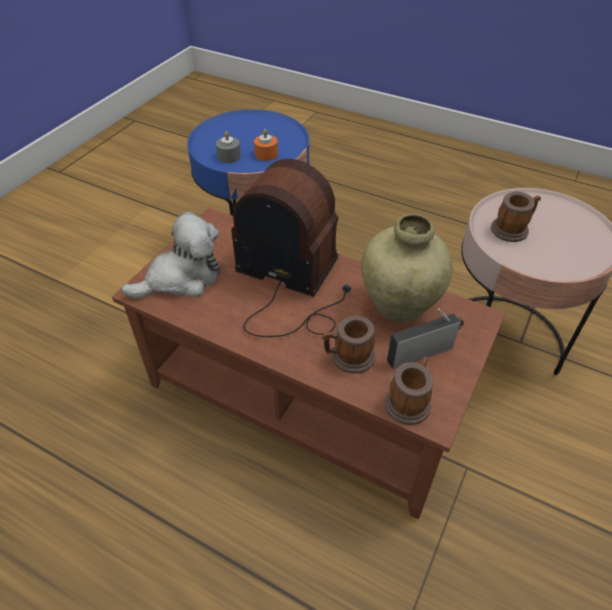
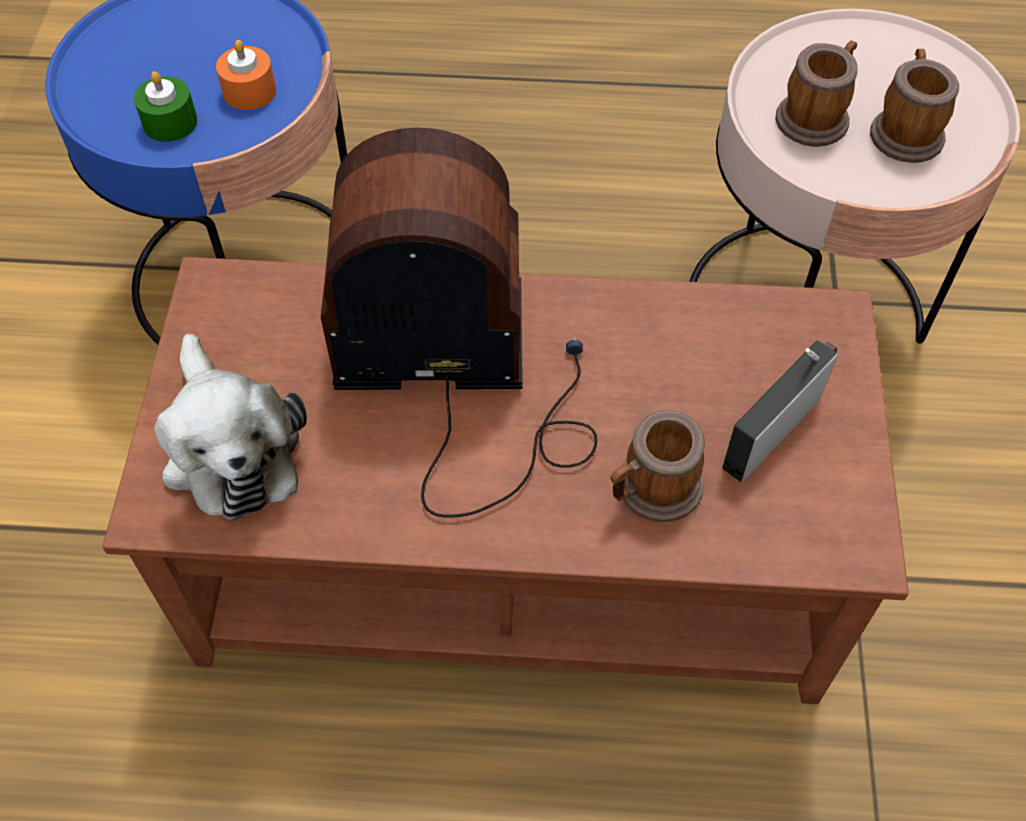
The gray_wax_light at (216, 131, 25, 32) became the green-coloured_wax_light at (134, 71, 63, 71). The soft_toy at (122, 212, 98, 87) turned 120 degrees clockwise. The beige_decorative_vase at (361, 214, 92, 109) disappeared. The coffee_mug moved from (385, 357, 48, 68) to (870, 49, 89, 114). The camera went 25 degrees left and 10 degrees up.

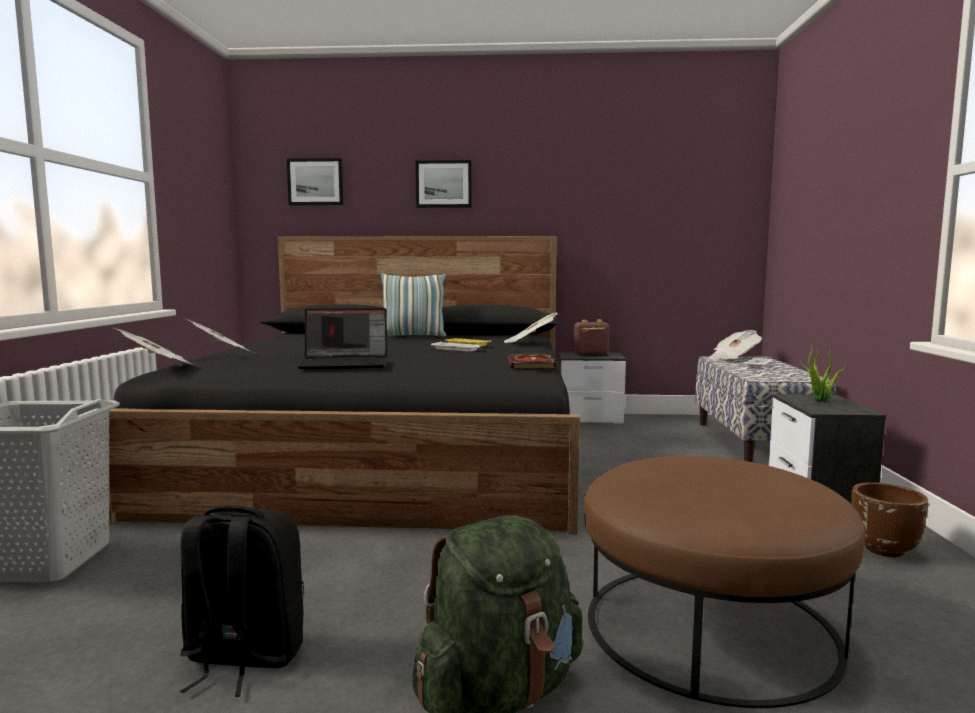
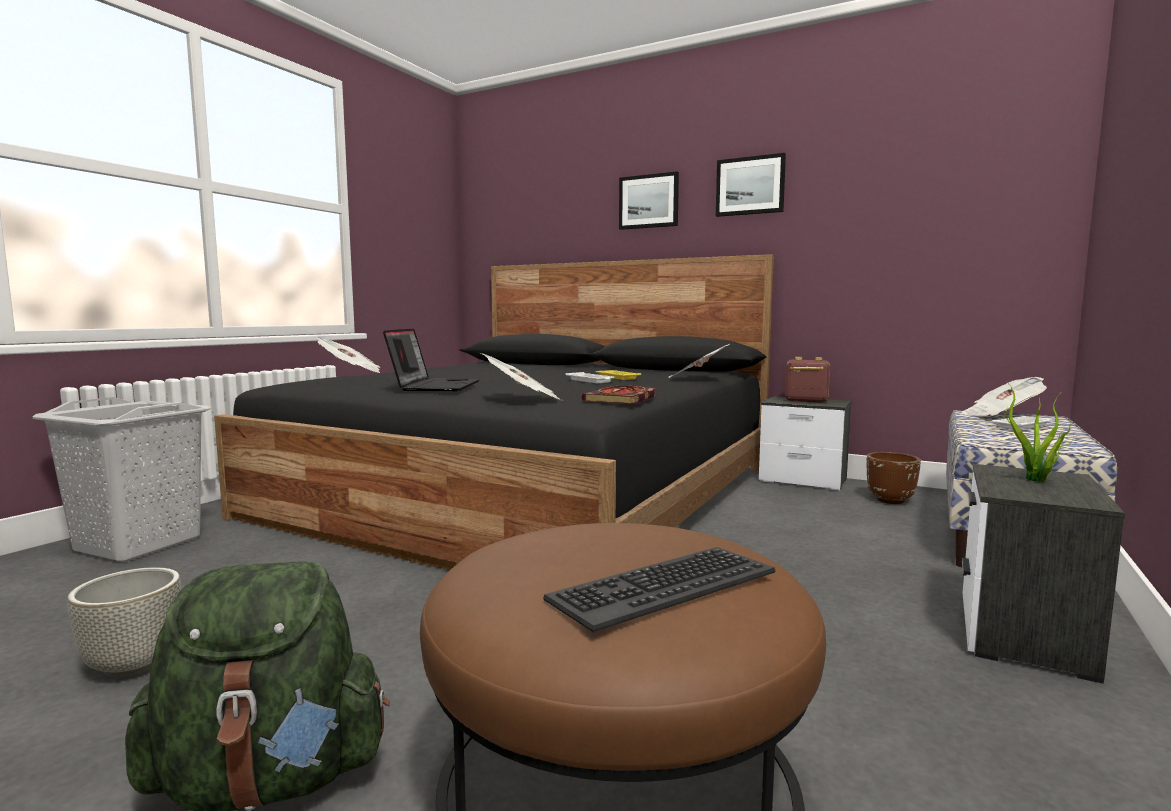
The wall_art moved from (287, 158, 57, 47) to (716, 153, 70, 64). The pillow at (381, 273, 65, 64) disappeared. The portable_computer at (297, 308, 90, 61) turned 105 degrees counterclockwise. The newspaper moved from (114, 328, 81, 37) to (481, 353, 83, 48). The brown-coloured_plant_pot moved from (851, 482, 77, 75) to (867, 452, 54, 52). The black_rucksack at (180, 505, 124, 192) was replaced by the gray_plant_pot at (67, 567, 114, 110). The PC_keyboard at (543, 547, 232, 85) appeared. The camera went 25 degrees right and 0 degrees up.

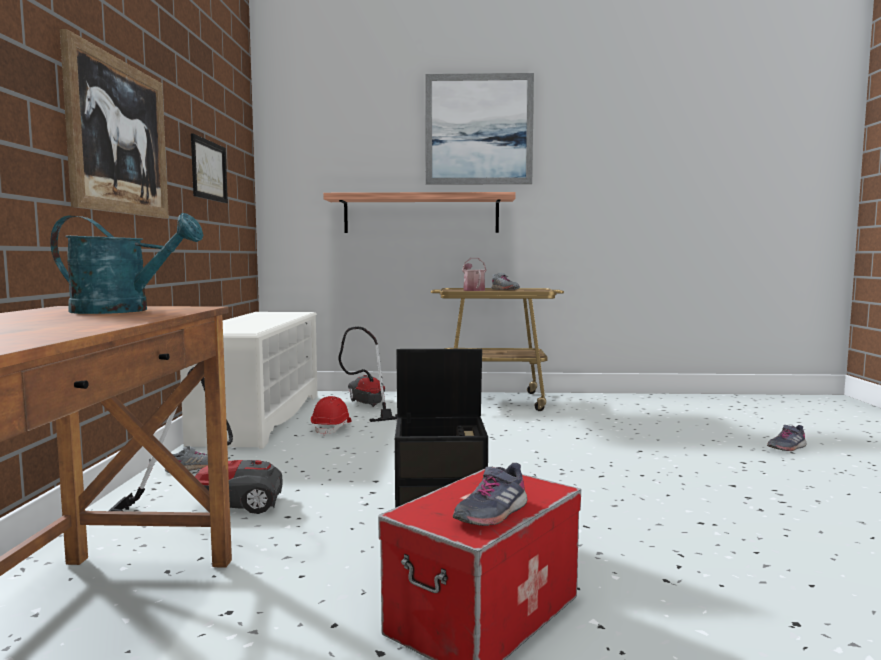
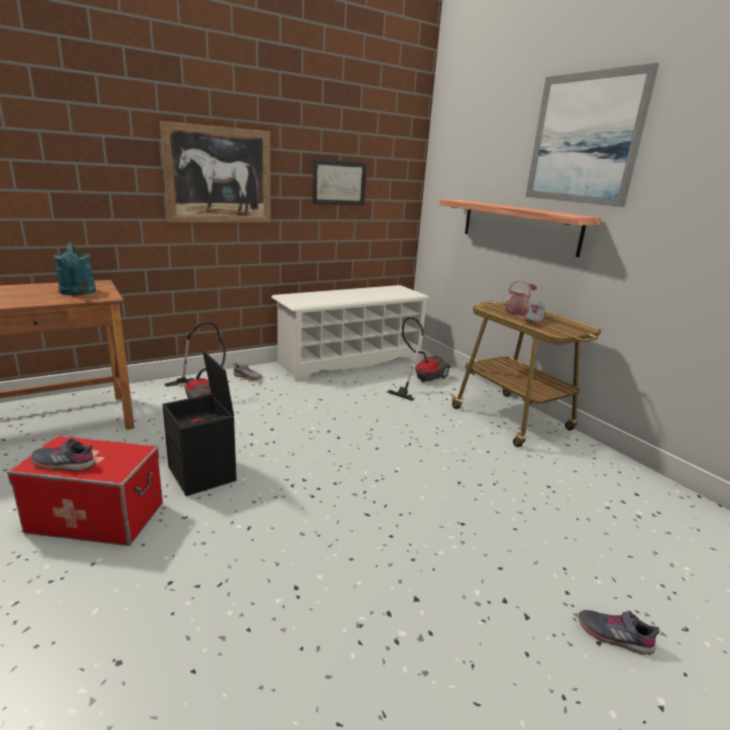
The red-coloured_hard_hat at (311, 396, 41, 40) disappeared. The camera went 55 degrees right and 15 degrees up.

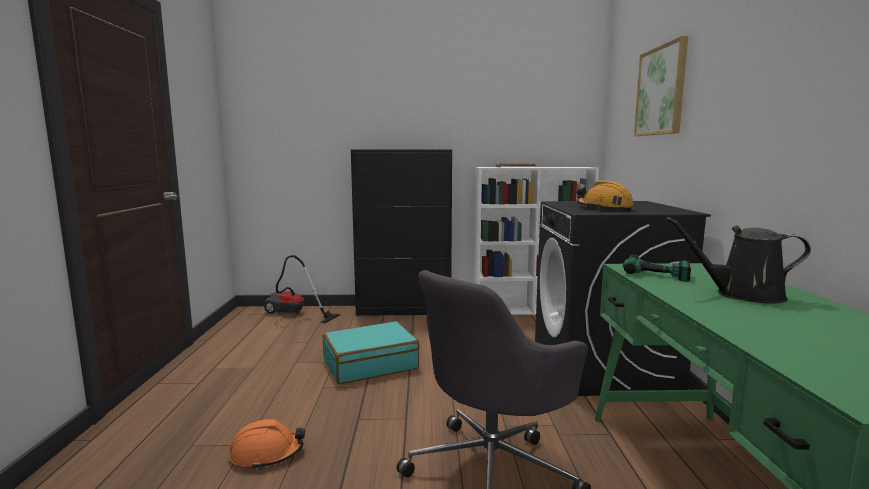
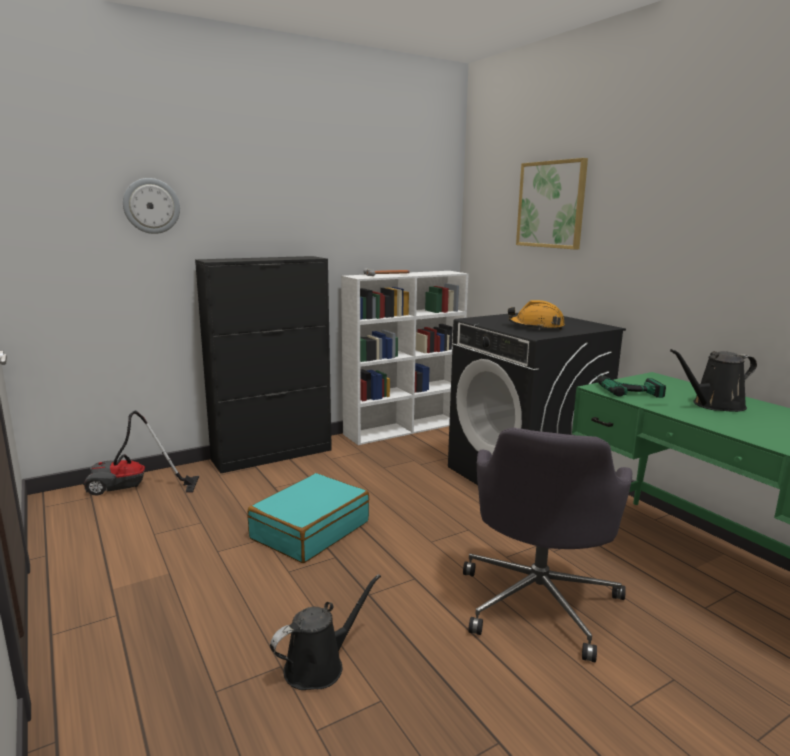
The orange_hard_hat at (229, 419, 76, 51) was replaced by the black_watering_can at (270, 574, 111, 116). The hanging_clock at (123, 178, 57, 56) appeared. The camera went 30 degrees left and 5 degrees up.

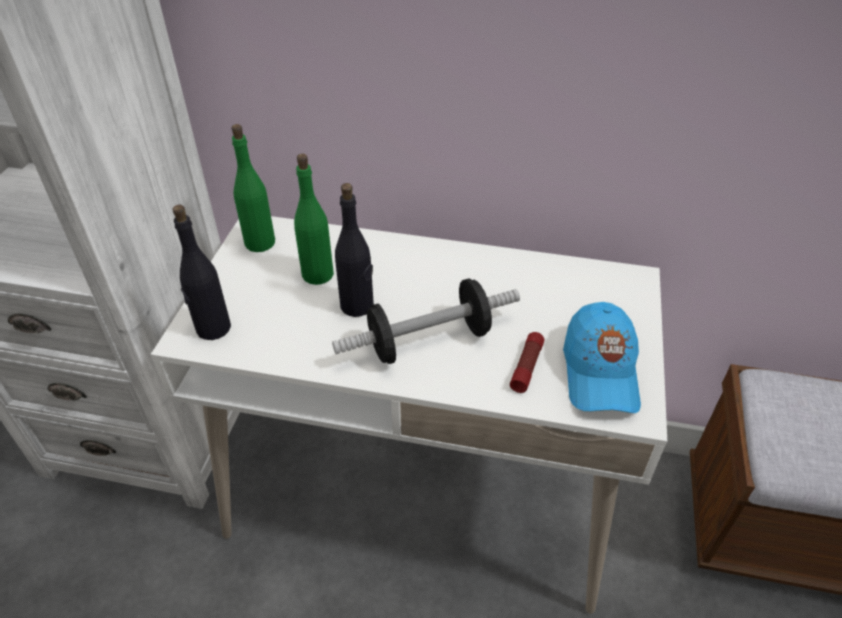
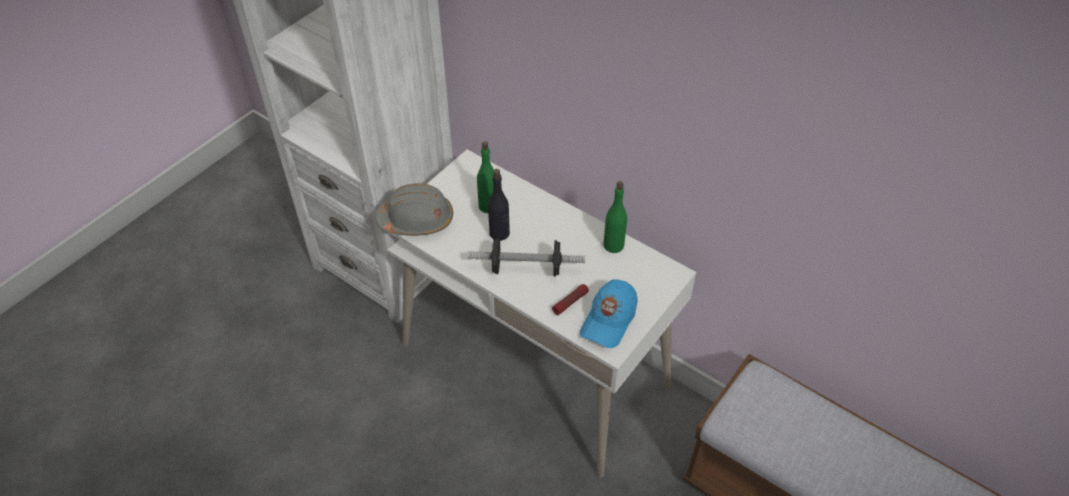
The green-coloured_bottle moved from (231, 124, 44, 128) to (603, 181, 24, 72). The black_bottle at (172, 205, 59, 135) was replaced by the gray_hard_hat at (375, 183, 78, 53). The camera went 25 degrees right and 5 degrees up.

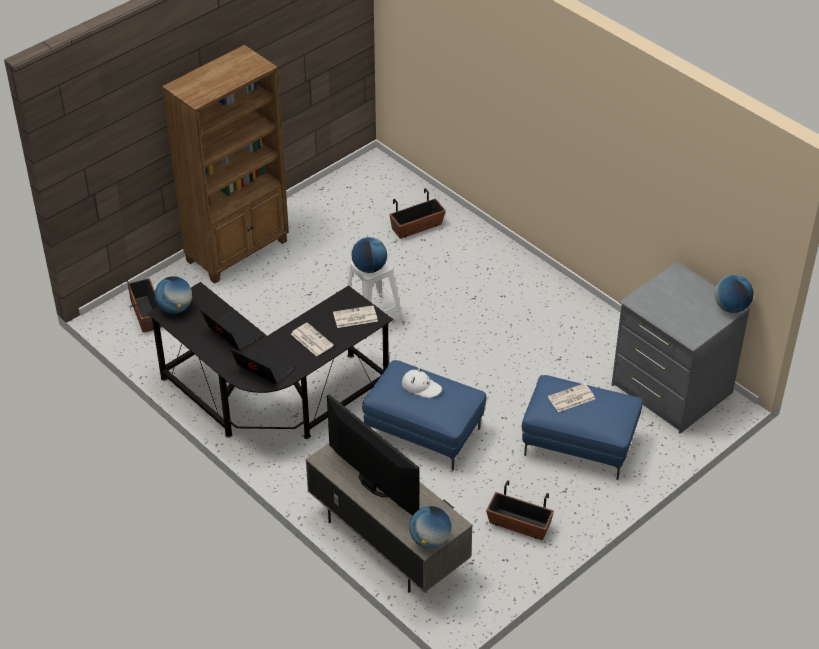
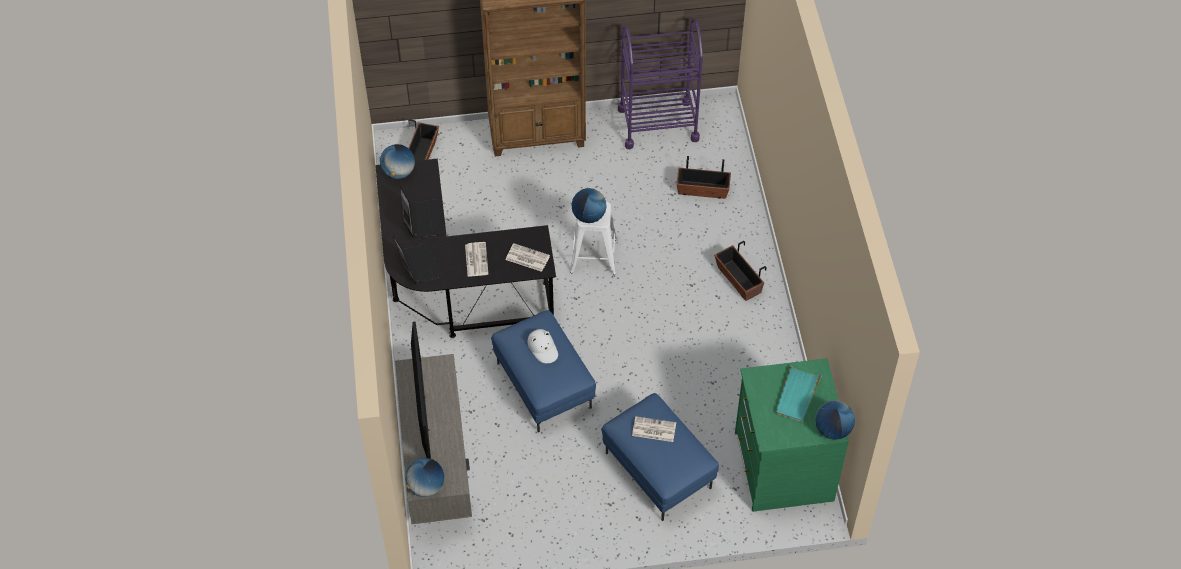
The gray_dresser at (611, 262, 139, 172) became the green-coloured_dresser at (735, 358, 114, 154). The plant_pot moved from (486, 480, 68, 60) to (714, 241, 53, 60). The purplish_wheeled_cart at (618, 18, 85, 131) appeared. The turquoise_carrying_tray at (776, 365, 46, 57) appeared. The camera went 35 degrees right and 10 degrees up.

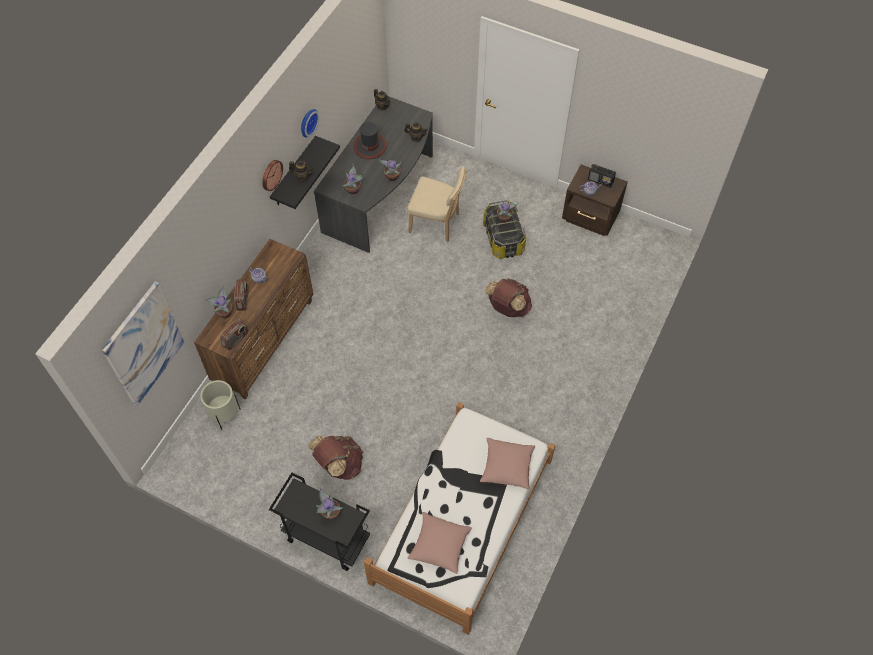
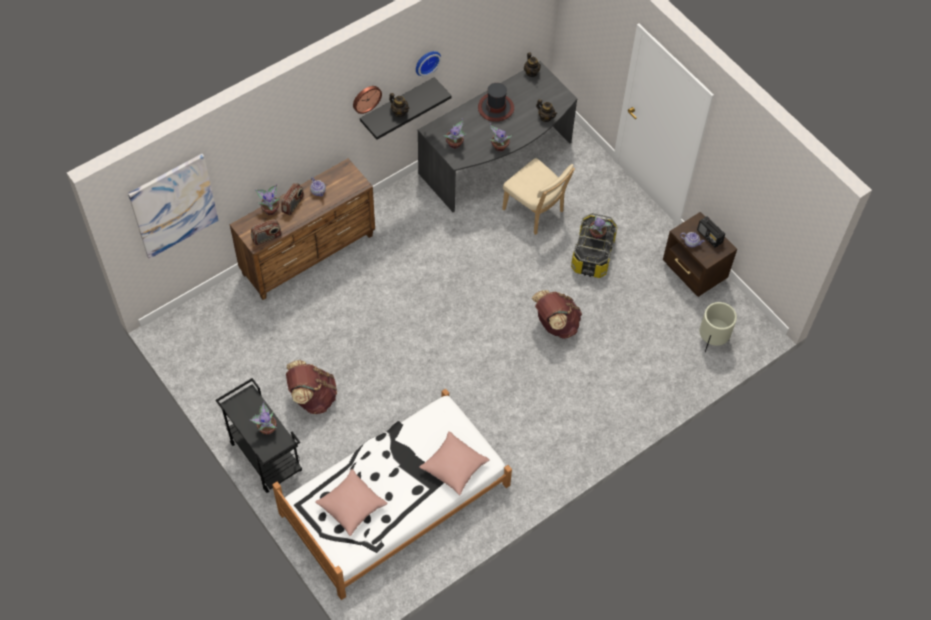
The beige_plant_pot moved from (200, 380, 41, 50) to (699, 302, 38, 50). The camera went 25 degrees right and 0 degrees up.

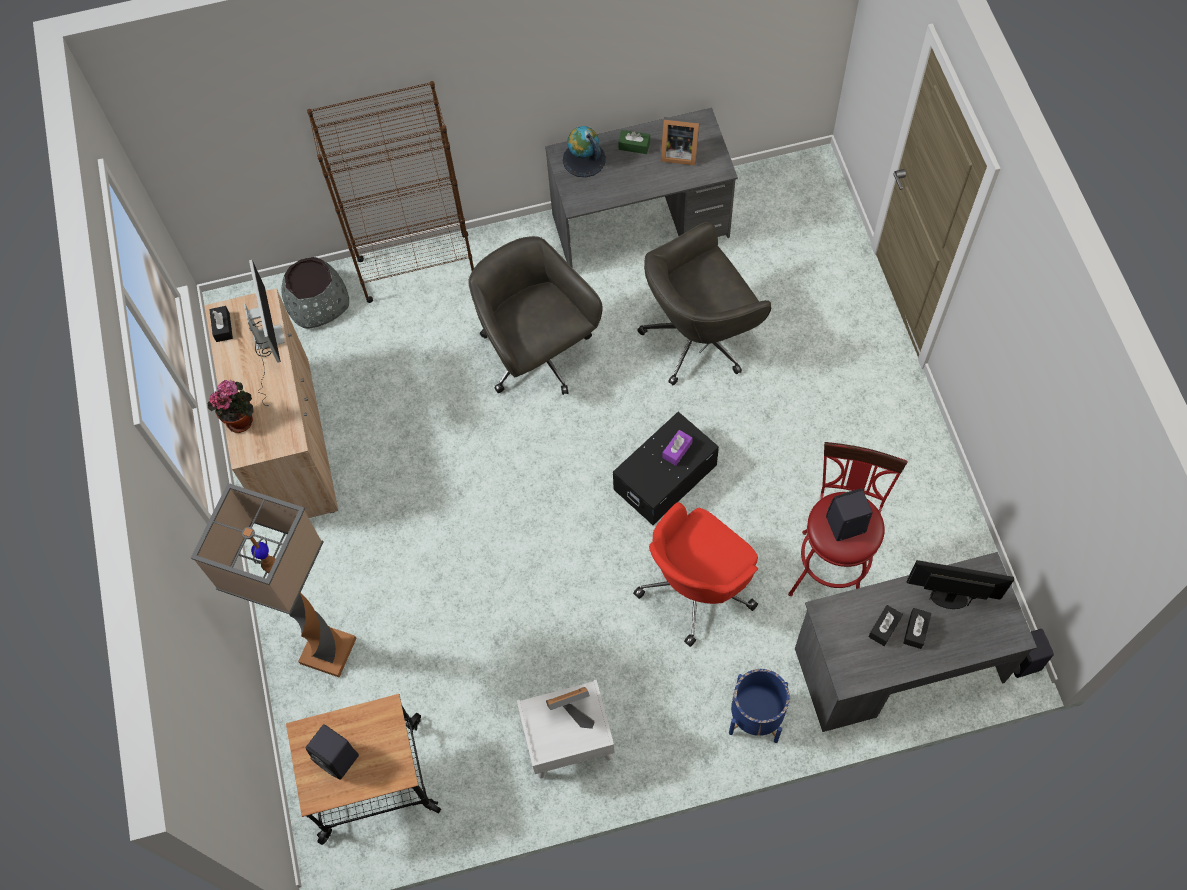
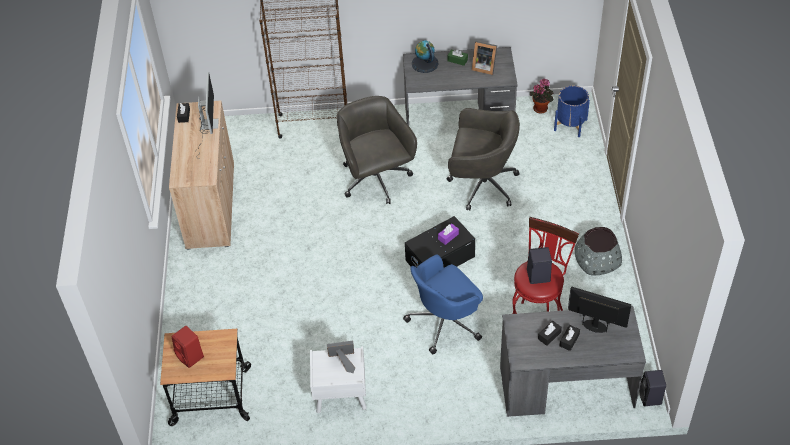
The gray_office_chair at (637, 222, 134, 163) turned 150 degrees counterclockwise. The gray_plant_pot moved from (281, 257, 68, 72) to (575, 227, 47, 48). The houseplant moved from (208, 380, 46, 53) to (530, 79, 24, 35). The floor_lamp at (191, 483, 165, 195) disappeared. The red-coloured_office_chair at (633, 502, 125, 145) became the blue_office_chair at (403, 255, 80, 99). The blue_plant_pot moved from (729, 669, 61, 74) to (554, 86, 36, 51). The black_audio_speaker at (306, 724, 53, 56) became the red-coloured_audio_speaker at (172, 326, 32, 42). The camera went 10 degrees right and 15 degrees down.

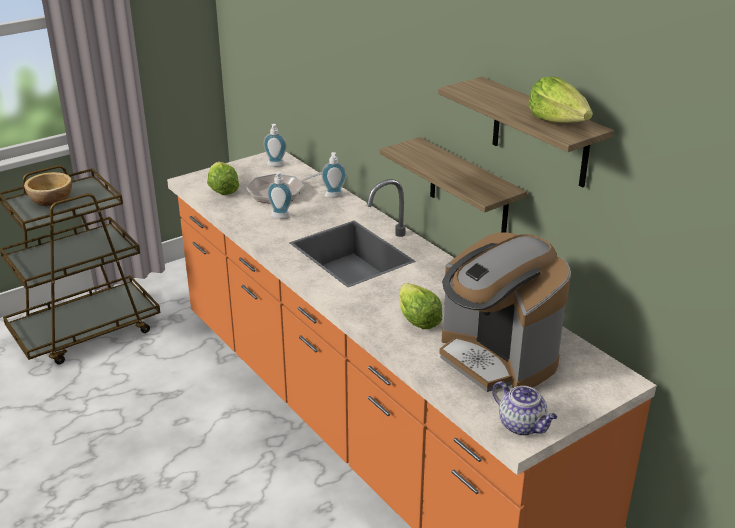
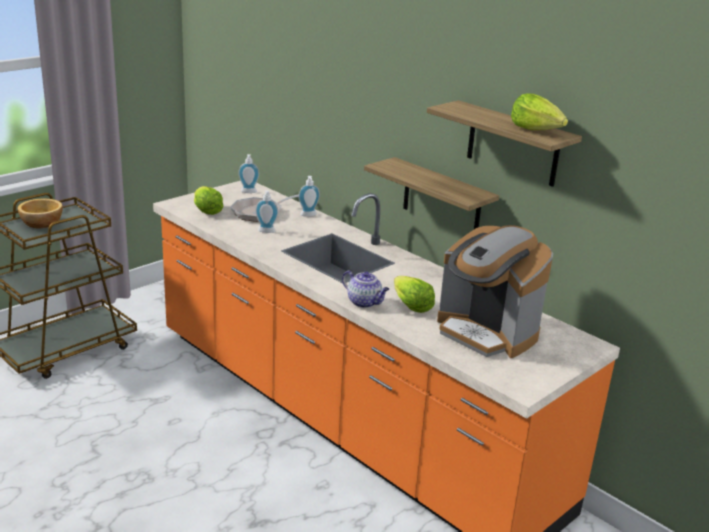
The pot_for_tea moved from (492, 381, 66, 54) to (342, 271, 48, 37). The camera went 10 degrees left and 5 degrees down.

